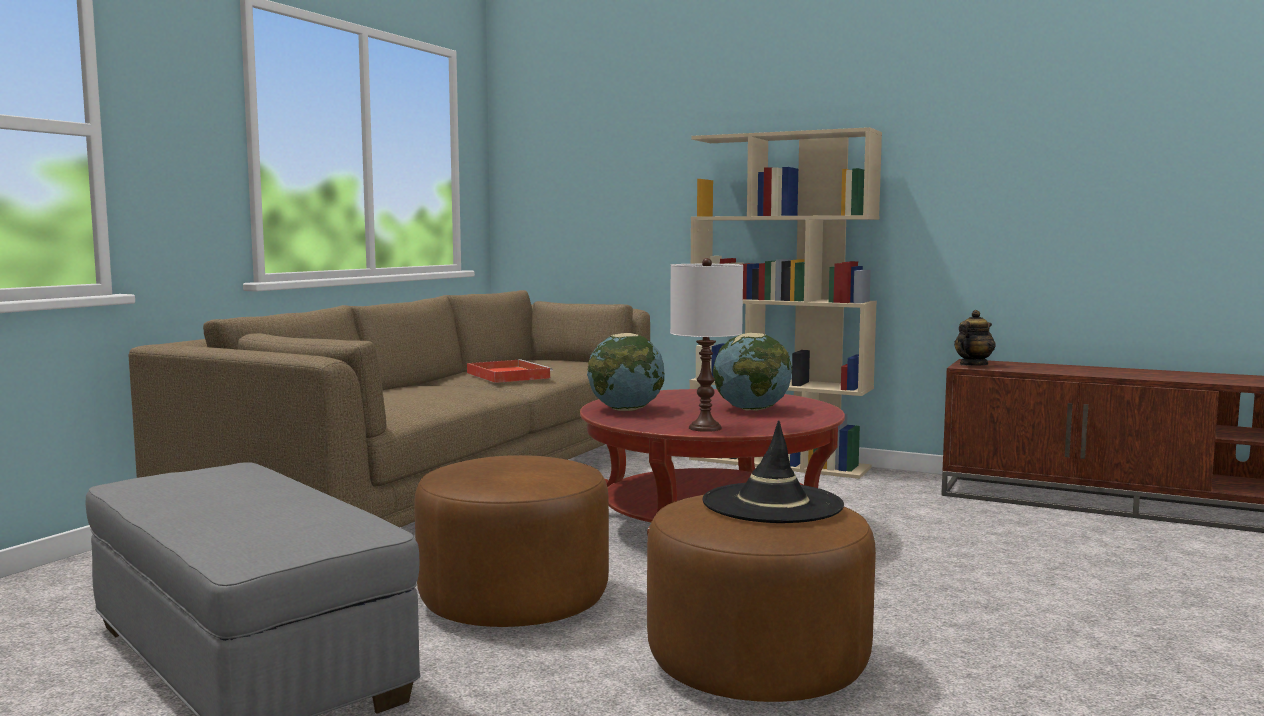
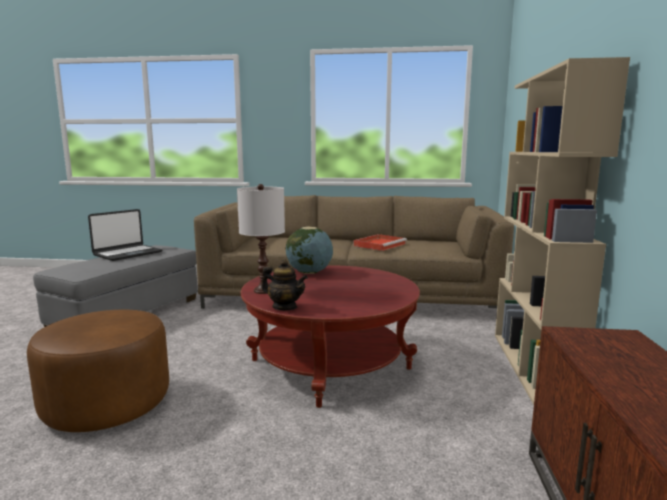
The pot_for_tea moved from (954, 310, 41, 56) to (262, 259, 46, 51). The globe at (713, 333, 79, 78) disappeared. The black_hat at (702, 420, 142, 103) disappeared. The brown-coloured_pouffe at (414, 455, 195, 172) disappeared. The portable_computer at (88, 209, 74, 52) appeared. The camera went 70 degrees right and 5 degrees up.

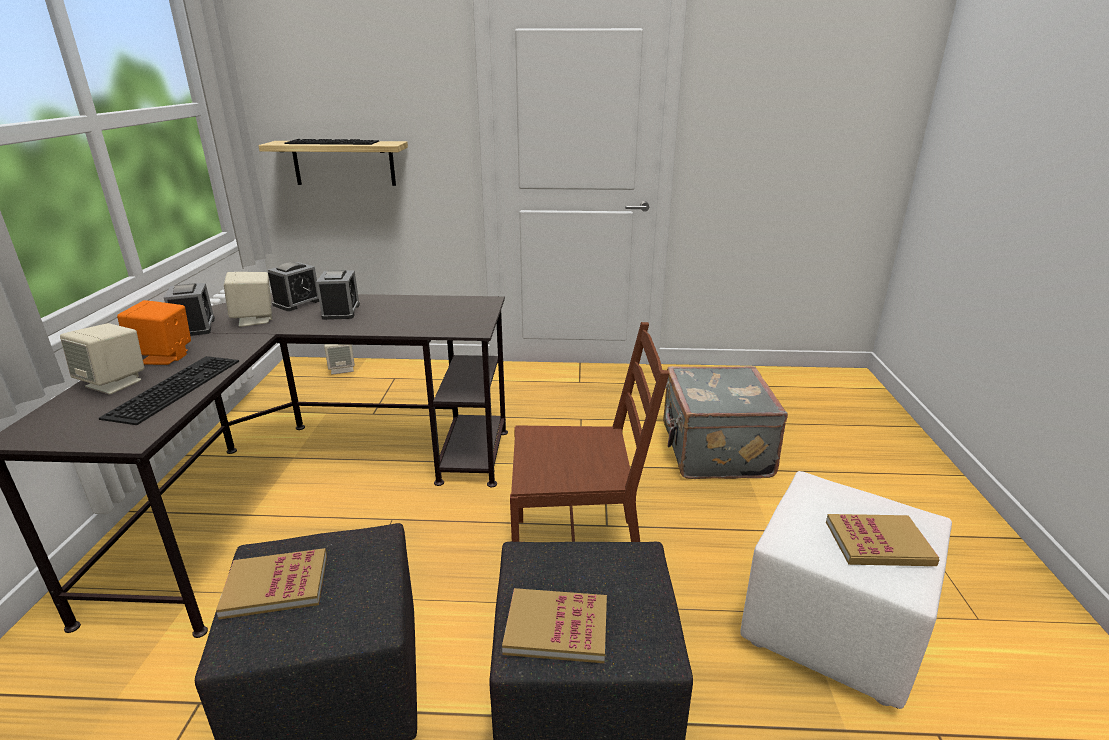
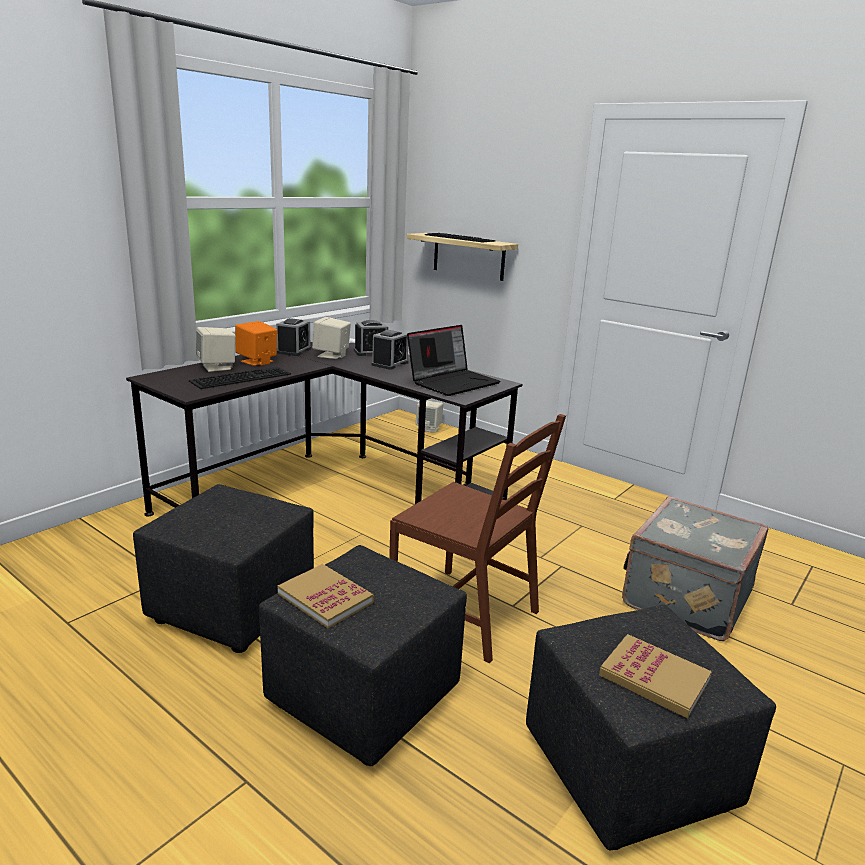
The white-coloured_pouffe at (741, 471, 211, 238) became the black_pouffe at (526, 605, 250, 246). The bound_book at (216, 548, 111, 71) disappeared. The portable_computer at (407, 325, 94, 71) appeared. The camera went 35 degrees right and 5 degrees down.

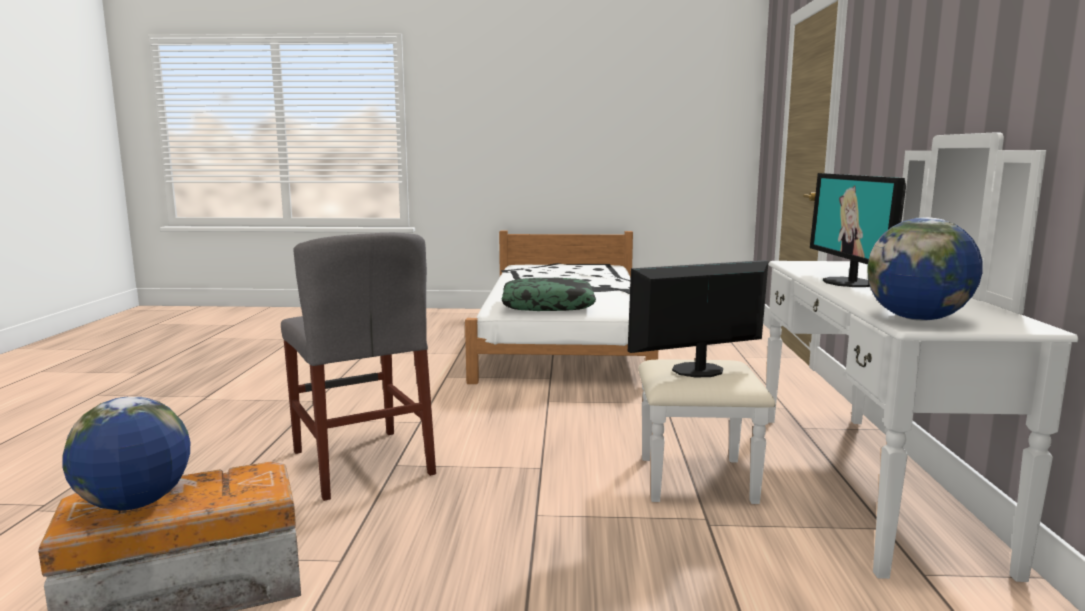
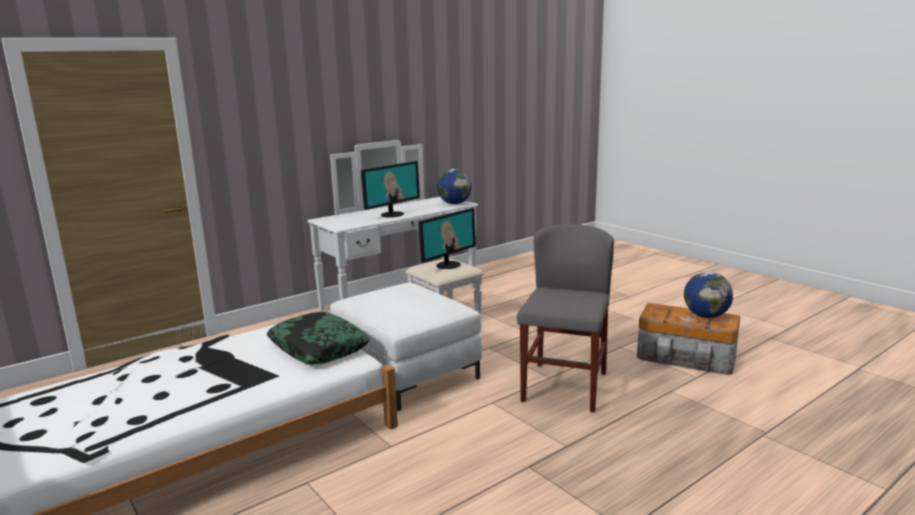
The computer_screen at (628, 260, 141, 118) turned 75 degrees counterclockwise. The white-coloured_pouffe at (330, 282, 152, 129) appeared. The camera went 130 degrees left and 5 degrees up.

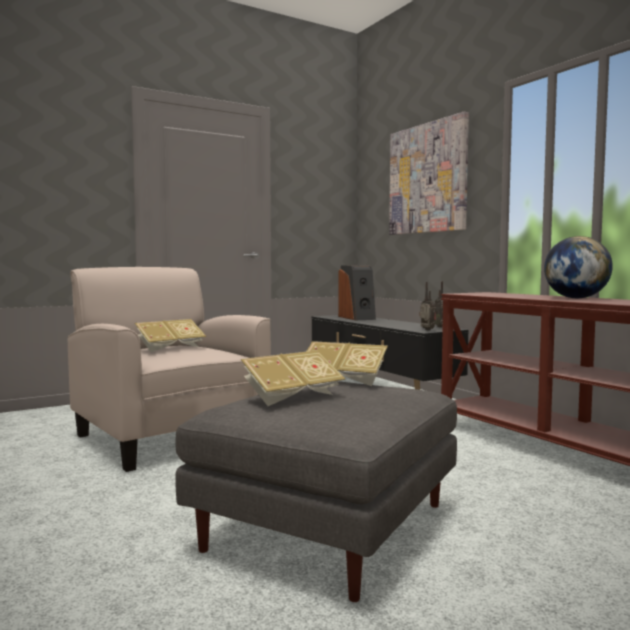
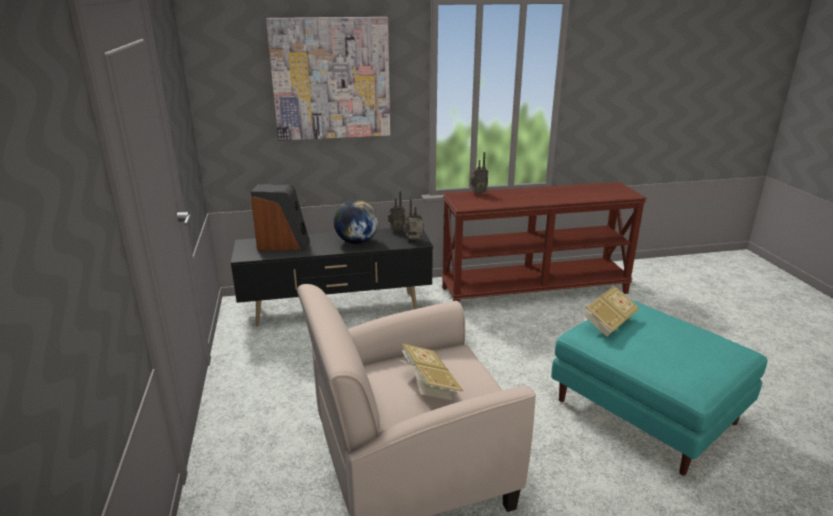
The globe moved from (544, 236, 69, 62) to (334, 199, 45, 45). The bound_book at (241, 350, 104, 56) disappeared. The gray_pouffe at (176, 381, 281, 221) became the turquoise_pouffe at (551, 300, 216, 176). The radio_receiver at (470, 152, 19, 42) appeared. The camera went 70 degrees left and 20 degrees up.

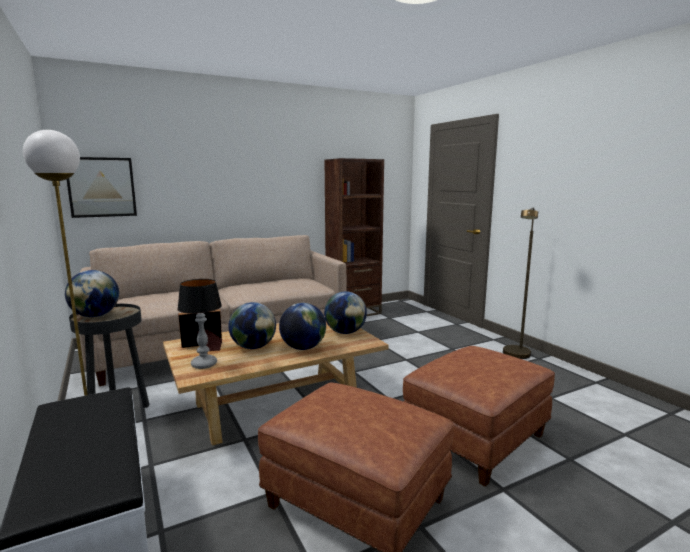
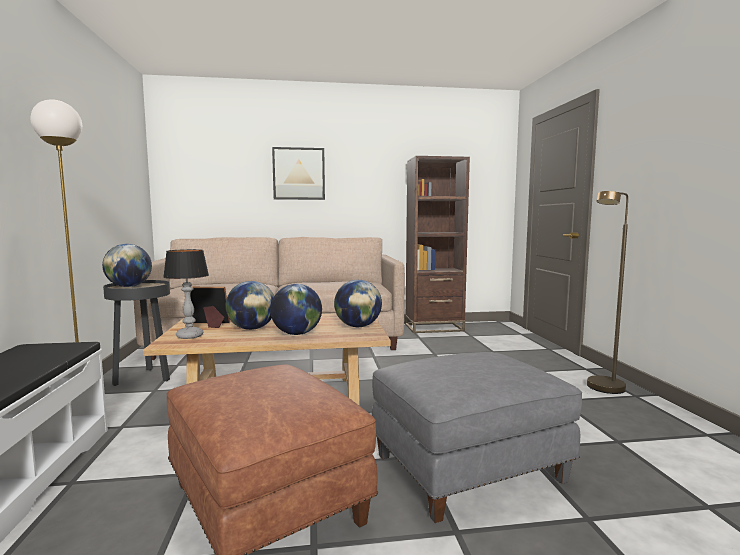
The wall_art moved from (67, 157, 70, 61) to (272, 147, 53, 53). The brown-coloured_pouffe at (403, 346, 152, 141) became the gray_pouffe at (372, 352, 210, 171). The camera went 20 degrees right and 5 degrees down.

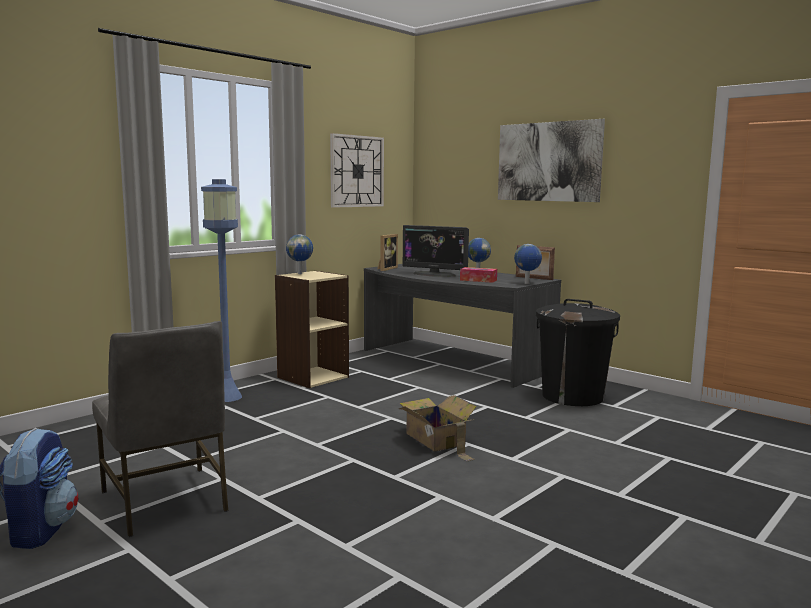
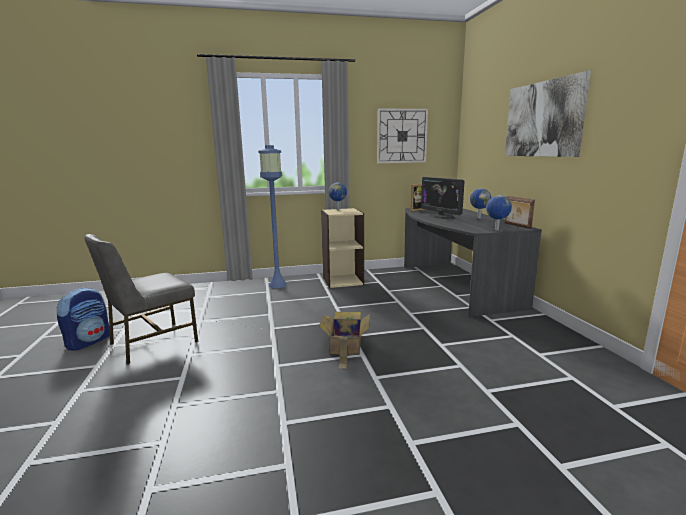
The box_of_tissues at (460, 267, 37, 16) disappeared. The black_trash_can at (536, 299, 84, 107) disappeared. The gray_upright_chair at (92, 321, 136, 216) turned 45 degrees clockwise. The camera went 35 degrees right and 5 degrees up.

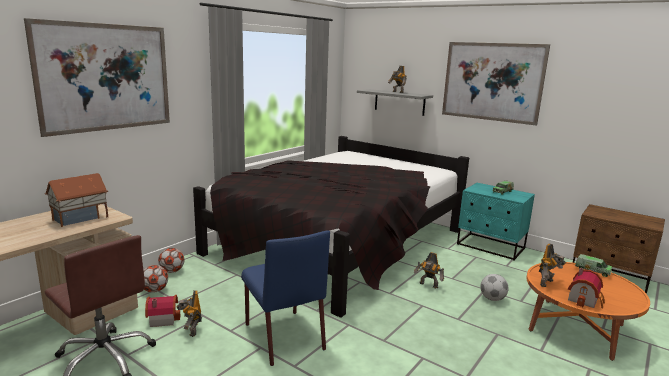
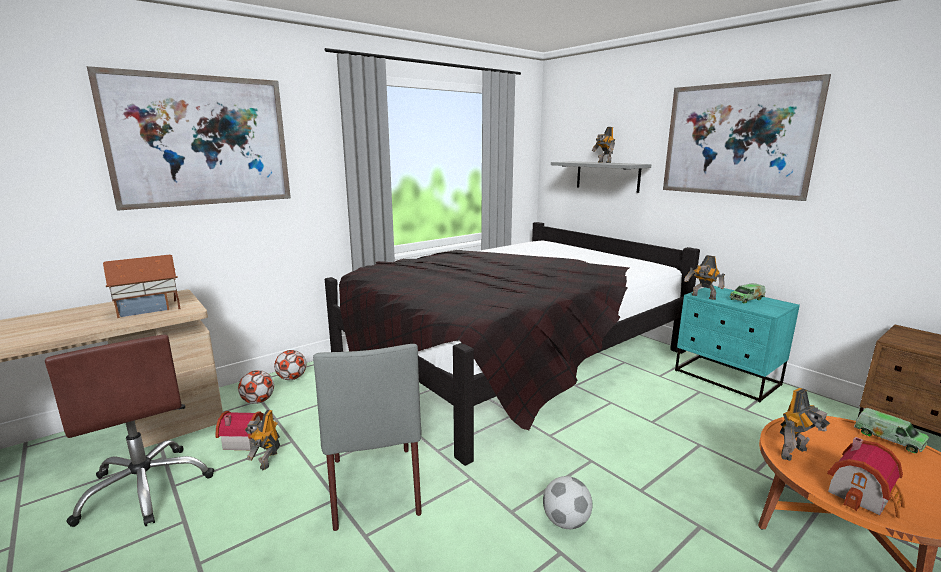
The blue_upright_chair at (241, 231, 89, 135) became the gray_upright_chair at (313, 344, 109, 187). The toy_robot moved from (414, 252, 30, 37) to (684, 255, 41, 45). The ball_for_football moved from (480, 274, 28, 27) to (543, 476, 50, 53). The camera went 15 degrees right and 0 degrees up.

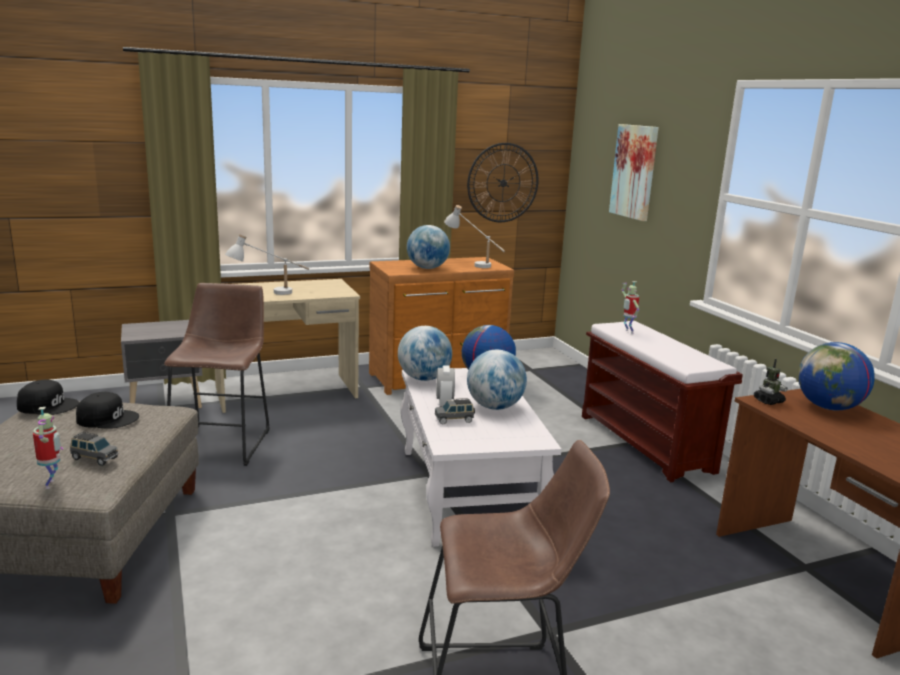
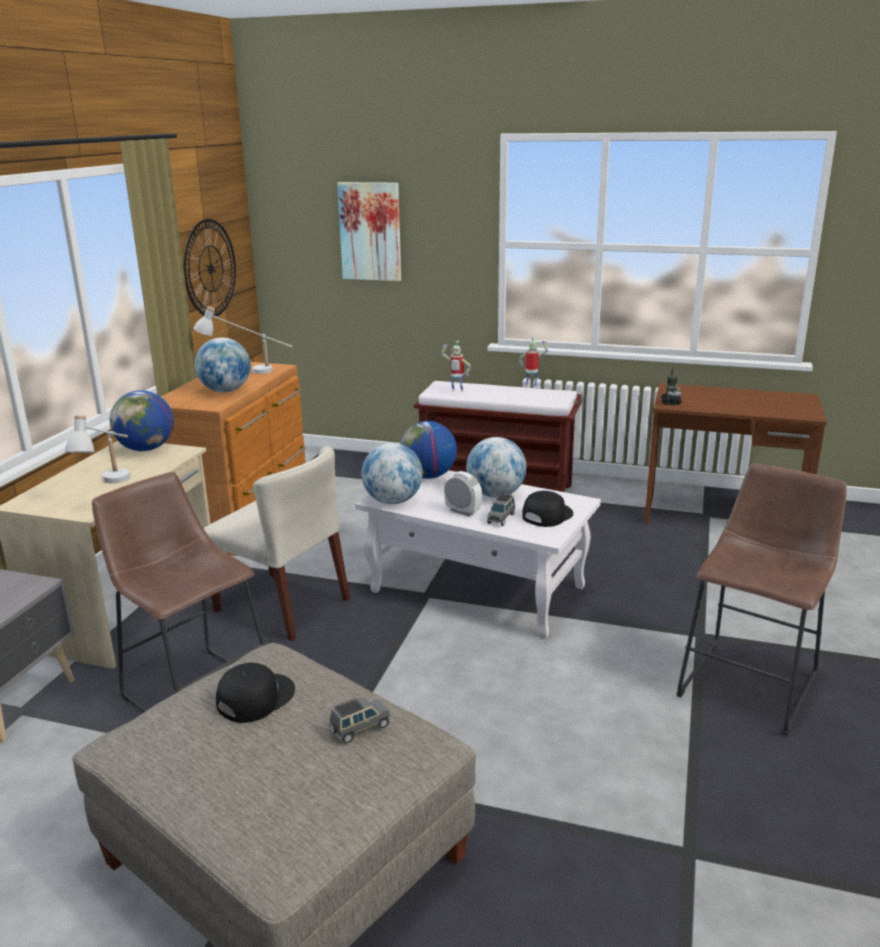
The globe moved from (798, 342, 77, 69) to (110, 390, 64, 61). The black_baseball_cap moved from (17, 380, 62, 35) to (522, 491, 51, 36). The toy_robot moved from (33, 407, 30, 82) to (519, 337, 29, 51). The beige_upright_chair at (203, 446, 147, 195) appeared. The camera went 50 degrees left and 5 degrees up.

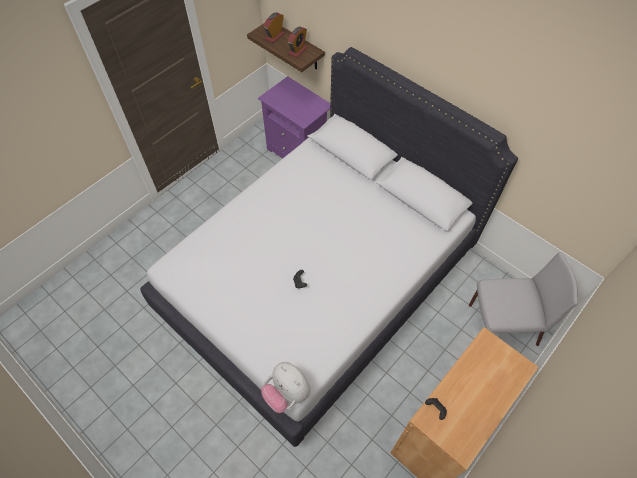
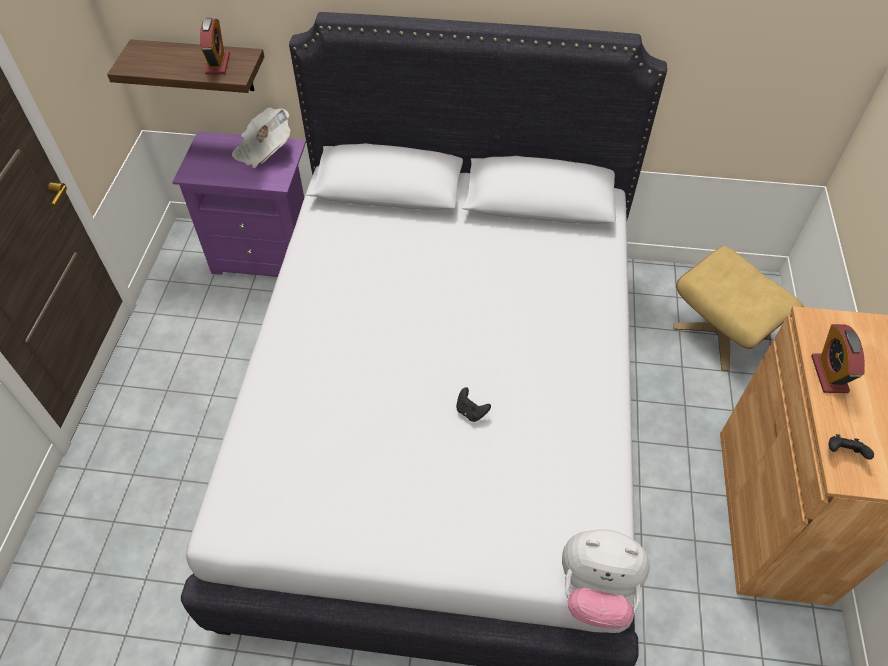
The table_clock moved from (264, 12, 21, 31) to (811, 324, 54, 69). The gray_upright_chair at (469, 252, 109, 94) was replaced by the beige_pouffe at (673, 246, 131, 125). The newspaper at (232, 107, 58, 61) appeared. The camera went 35 degrees left and 5 degrees down.

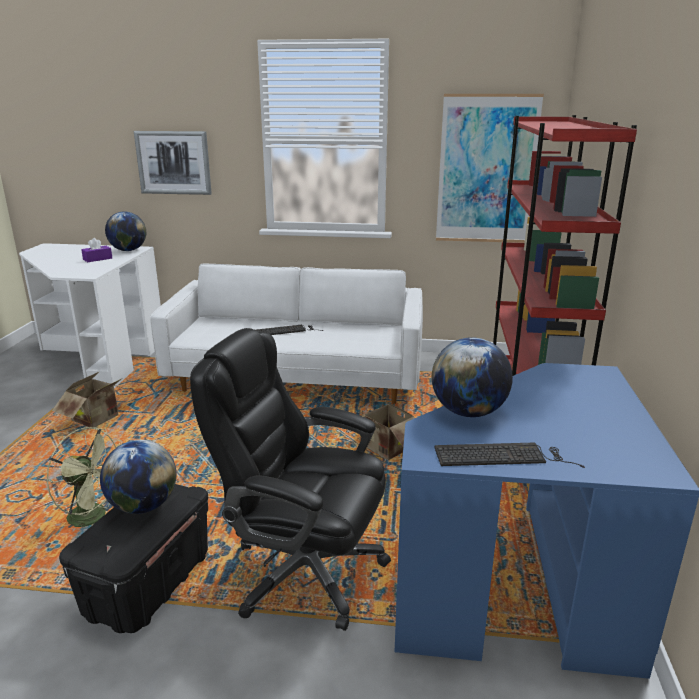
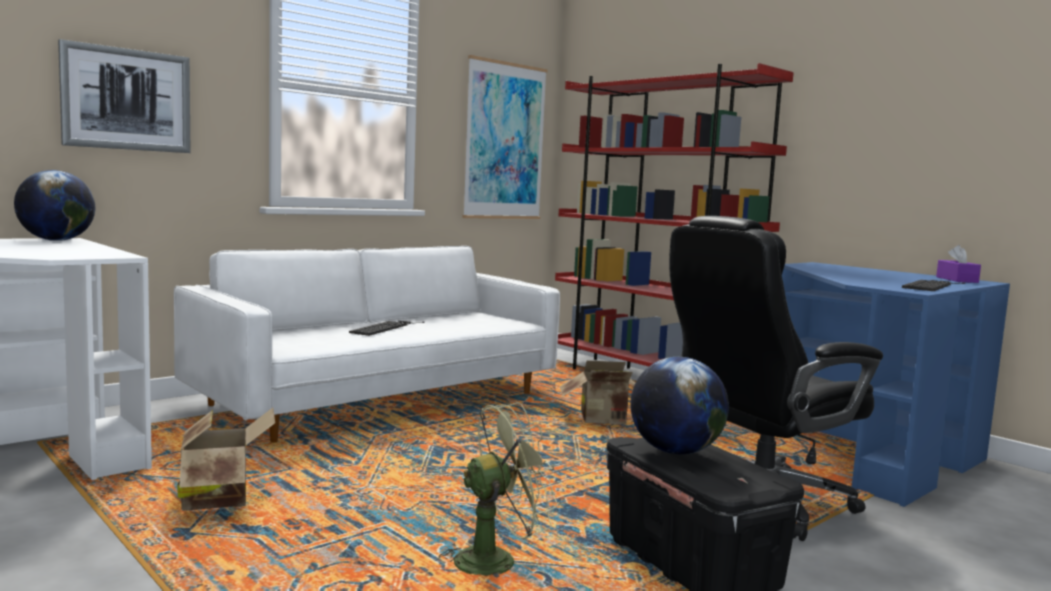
The purplish_box_of_tissues moved from (81, 238, 31, 24) to (936, 245, 45, 38). The globe at (432, 337, 81, 80) disappeared. The camera went 50 degrees left and 15 degrees down.

